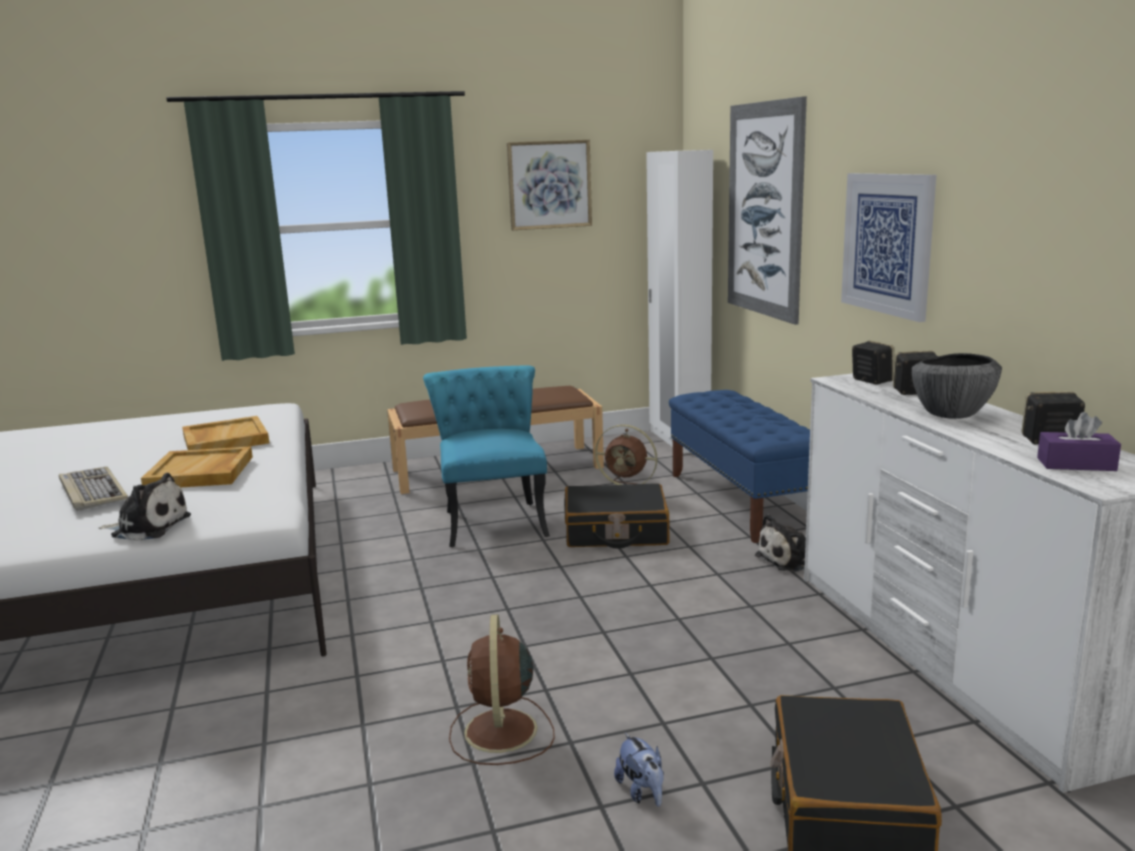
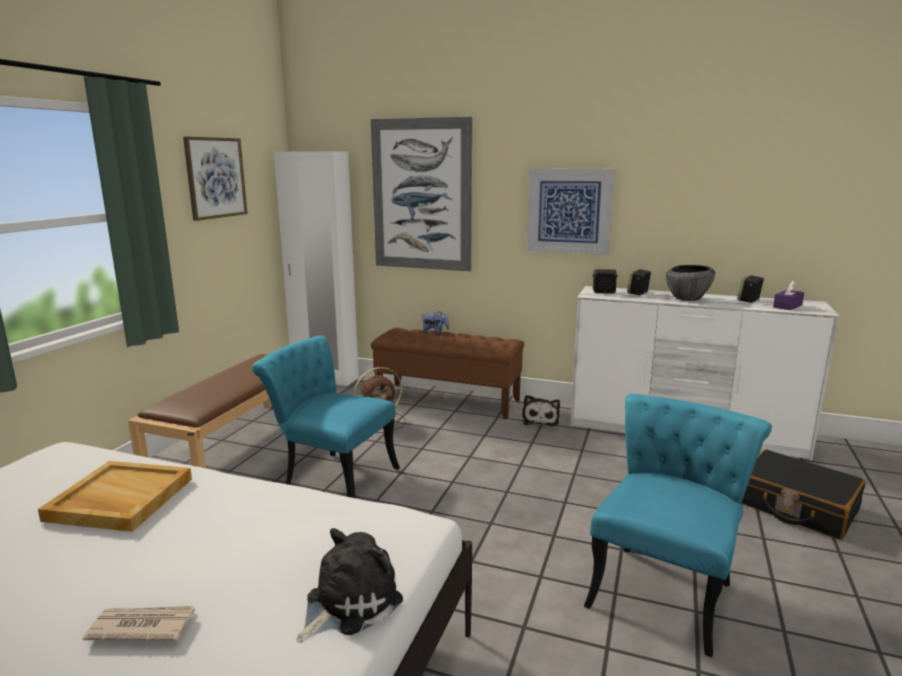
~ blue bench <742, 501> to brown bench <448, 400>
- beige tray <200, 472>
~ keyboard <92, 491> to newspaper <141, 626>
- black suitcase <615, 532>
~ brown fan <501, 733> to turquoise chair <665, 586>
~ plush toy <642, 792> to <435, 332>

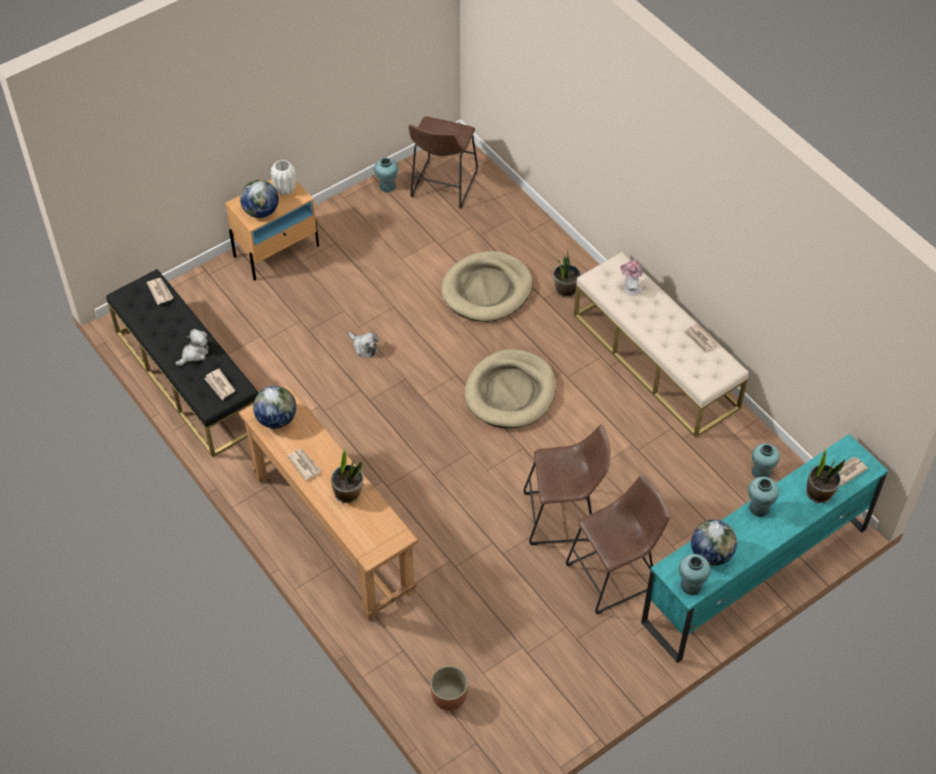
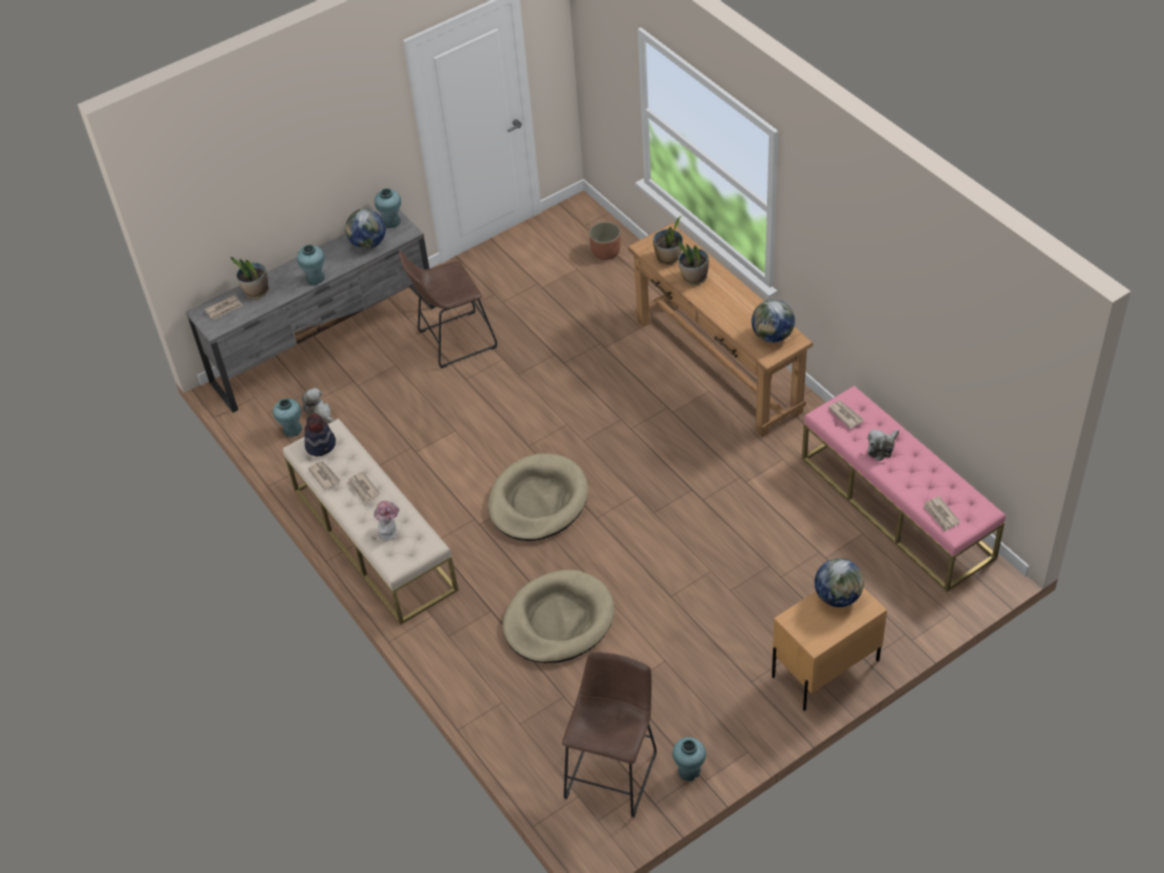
- white vase <285, 190>
~ potted plant <565, 289> to <668, 258>
~ black bench <188, 379> to pink bench <897, 507>
~ plush toy <364, 347> to <320, 413>
- brown stool <564, 517>
~ turquoise tv stand <754, 575> to grey tv stand <325, 344>
~ newspaper <304, 464> to <363, 489>
+ hat <321, 445>

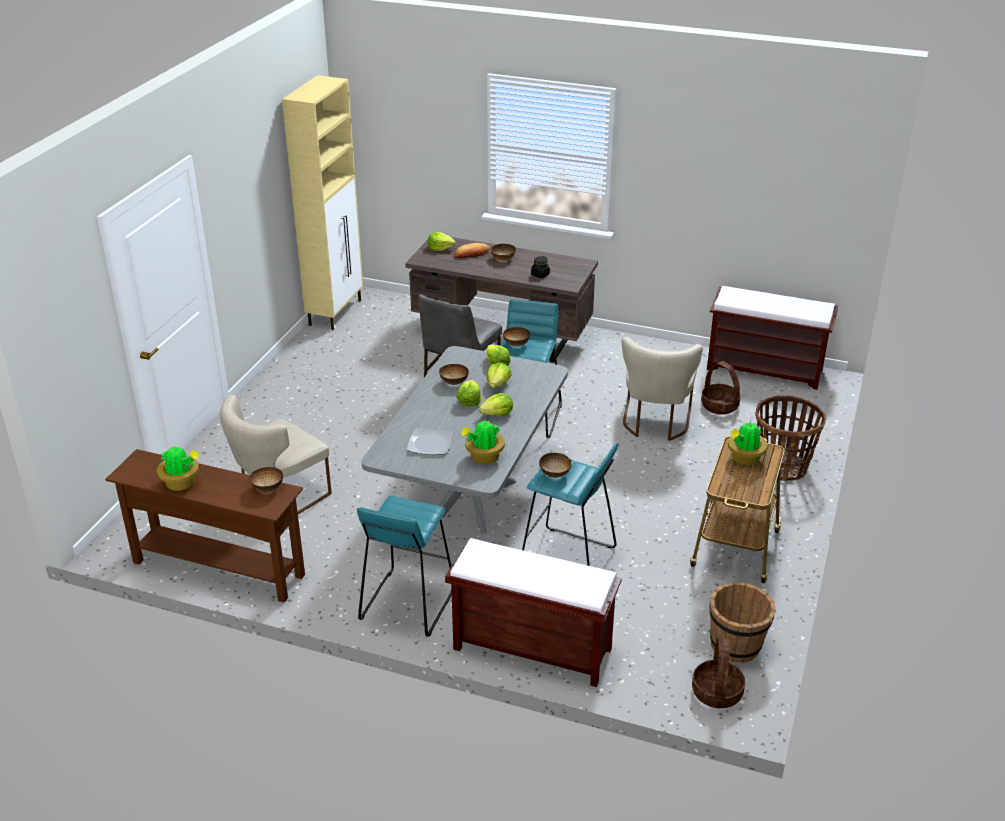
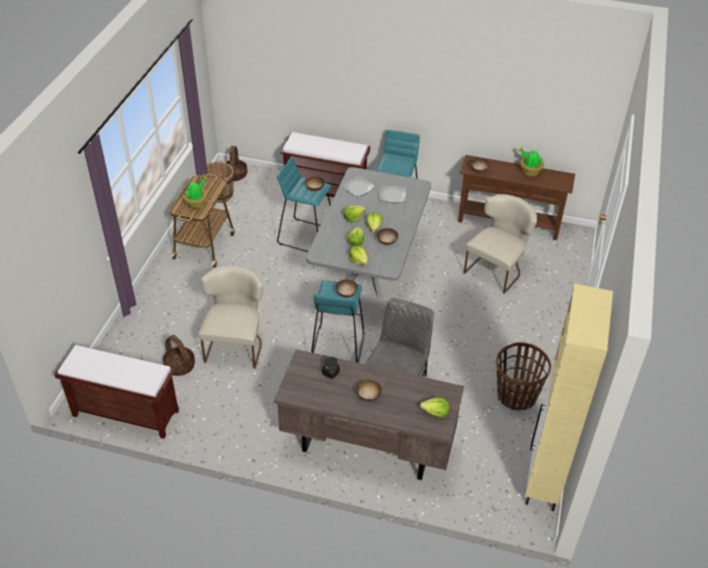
- bread <471, 254>
~ basket <781, 467> to <516, 396>
~ potted plant <483, 457> to plate <358, 187>

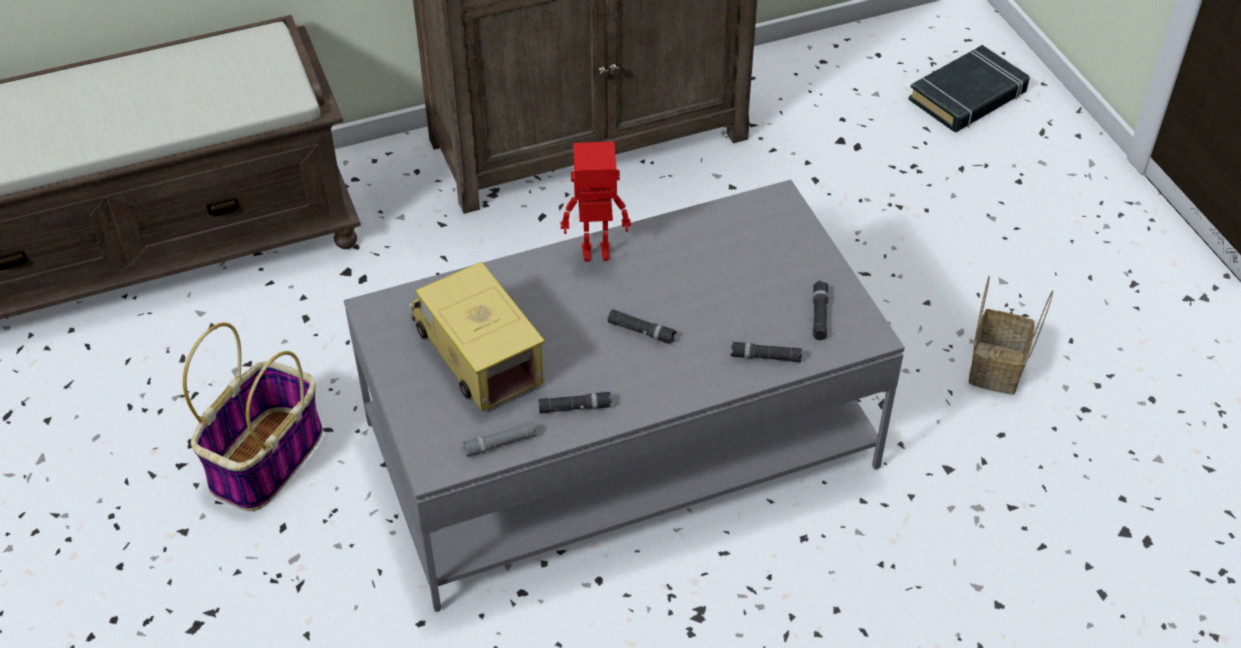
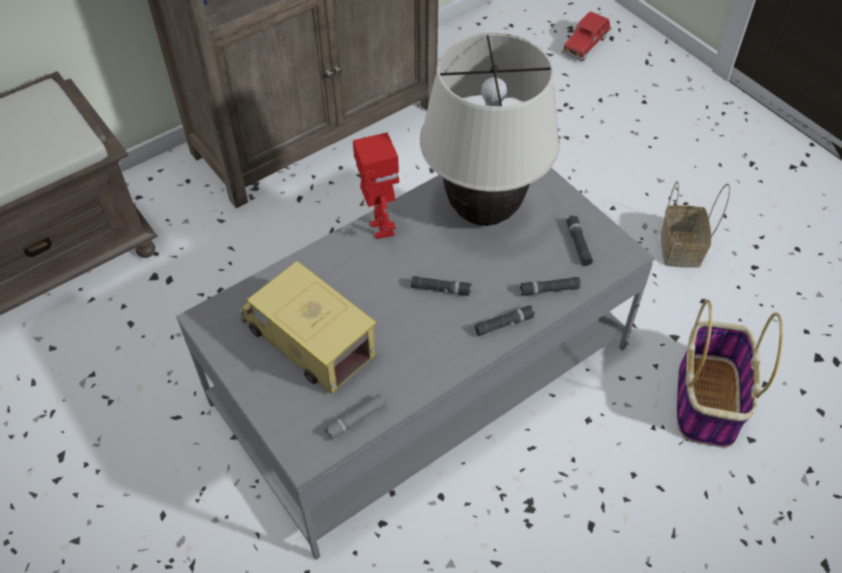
~ black book <968, 96> to red toy car <586, 45>
~ toy robot <596, 254> = <380, 229> 90 degrees clockwise
~ basket <266, 457> to <706, 399>
~ black flashlight <575, 407> to <504, 324>
+ beige table lamp <483, 212>

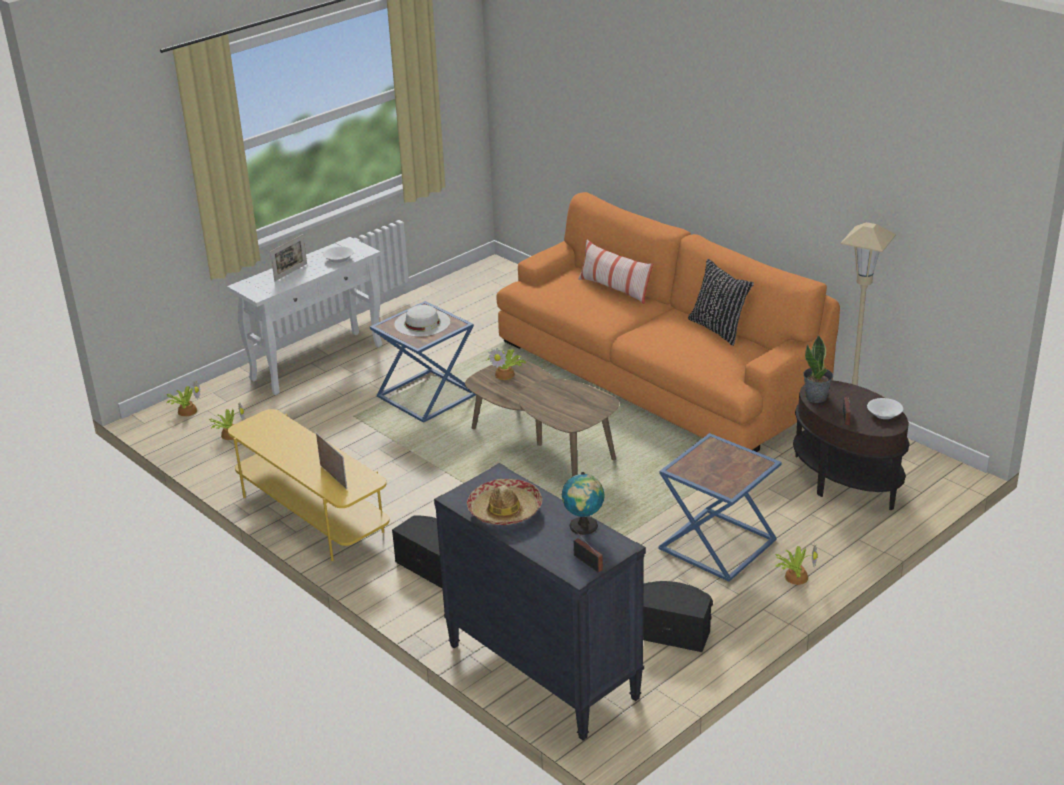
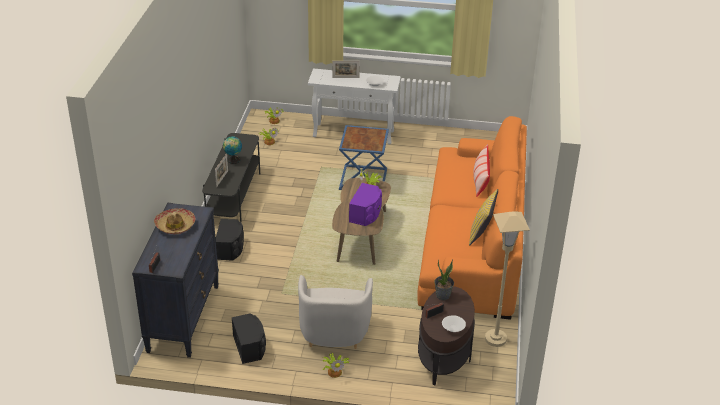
~ black pillow <718, 329> to yellow pillow <481, 233>
- white hat <422, 323>
~ yellow tv stand <312, 514> to grey tv stand <233, 195>
~ blue side table <717, 546> to white armchair <334, 333>
~ globe <583, 527> to <233, 160>
+ purple speaker <366, 214>

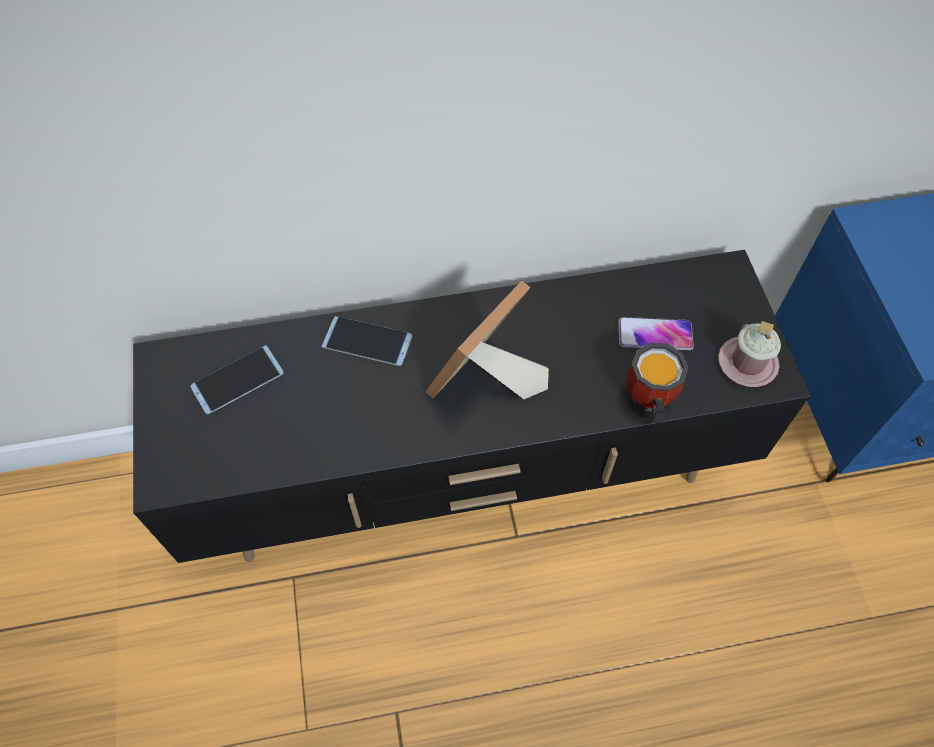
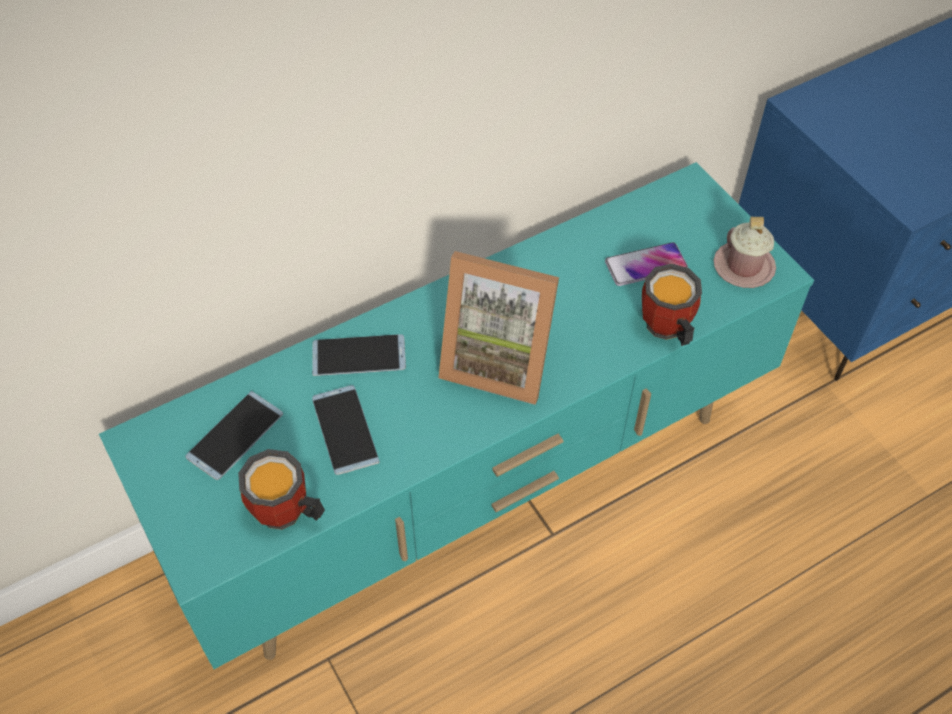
~ black tv stand <468, 475> to turquoise tv stand <476, 489>
~ picture frame <485, 382> = <498, 360> 90 degrees counterclockwise
+ phone <345, 430>
+ mug <286, 516>

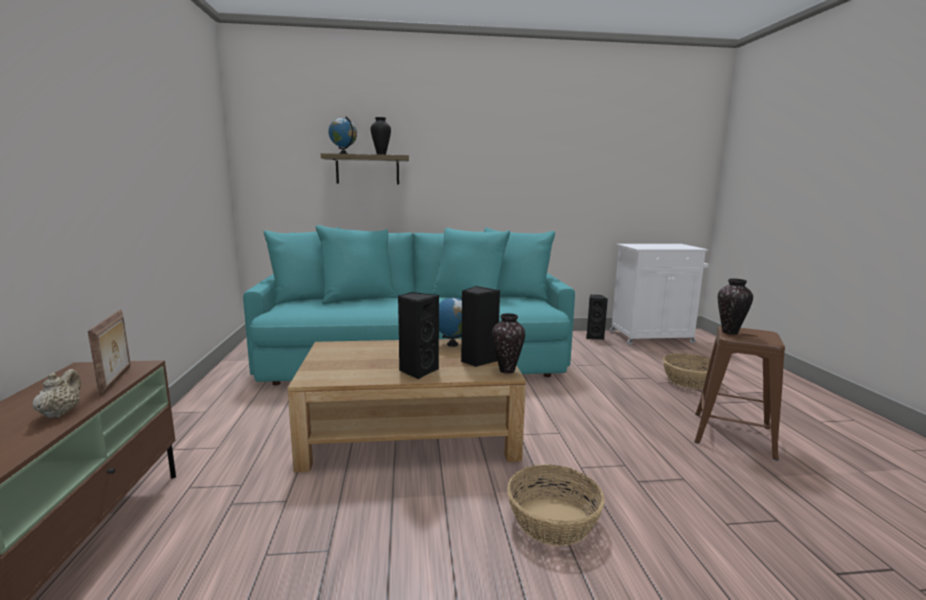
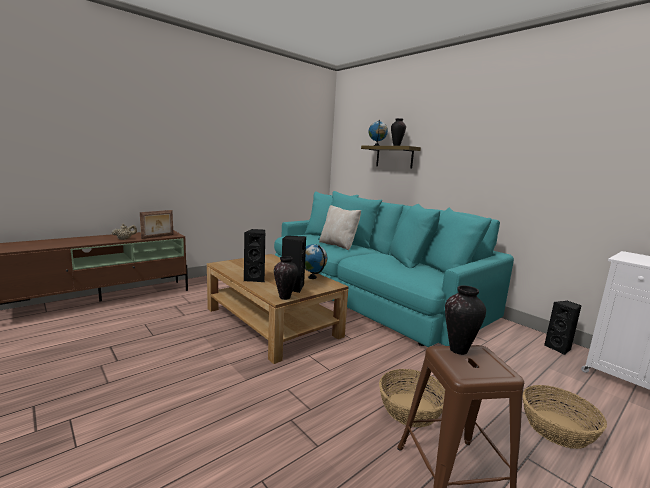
~ basket <552, 521> to <410, 409>
+ beige pillow <338, 245>

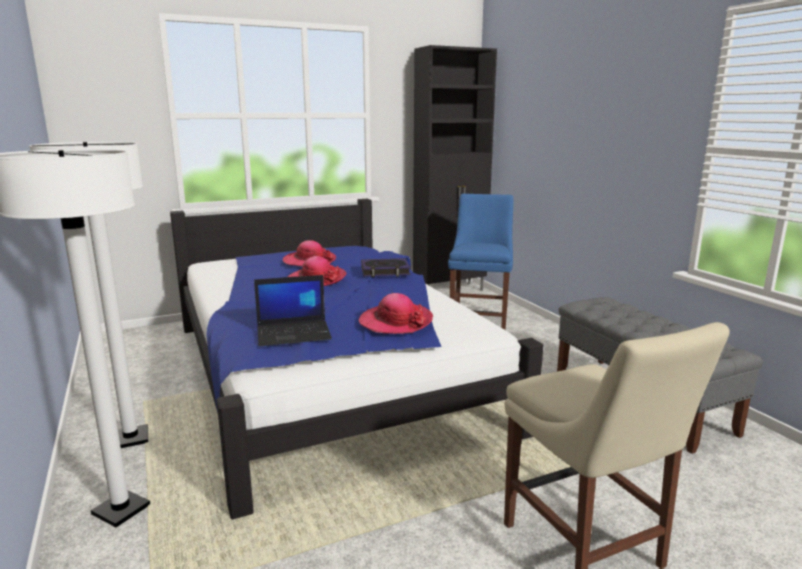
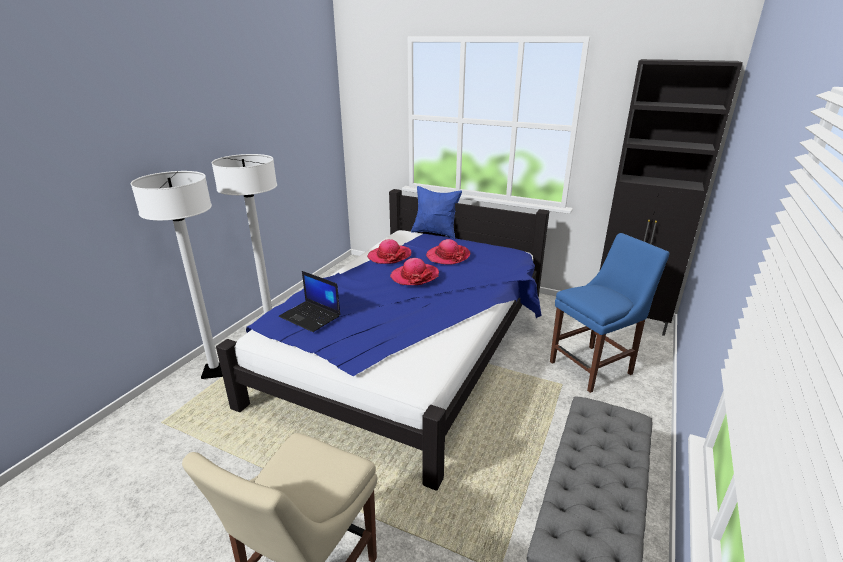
- book <385, 271>
~ hat <395, 322> to <389, 256>
+ blue pillow <435, 233>

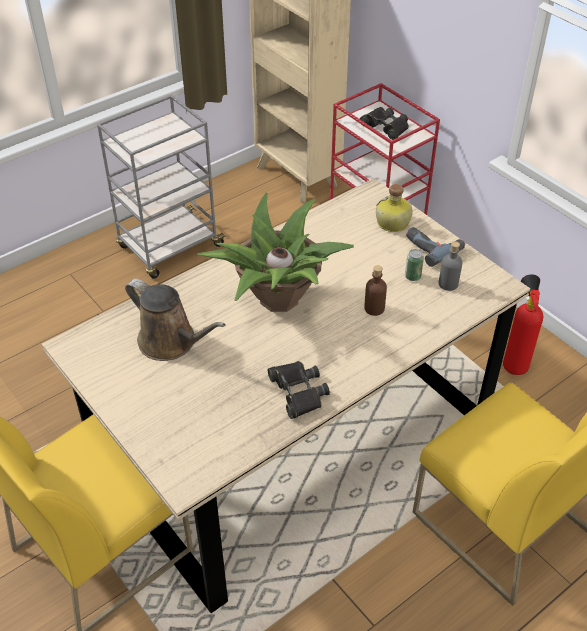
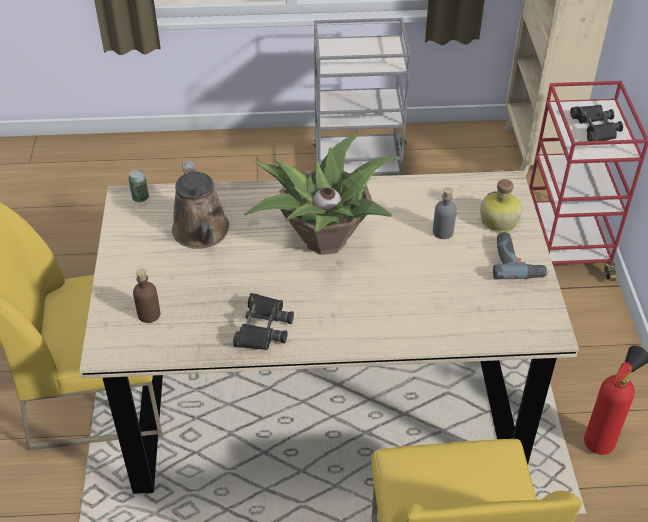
~ grey bottle <448, 284> to <443, 232>
~ can <412, 276> to <140, 198>
~ brown bottle <374, 308> to <149, 314>

